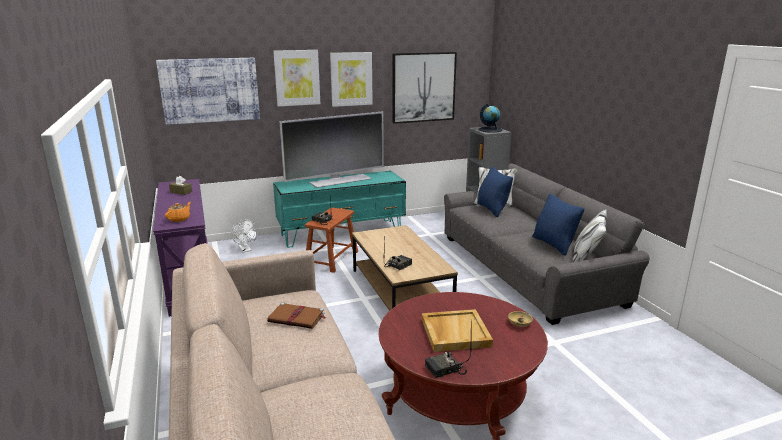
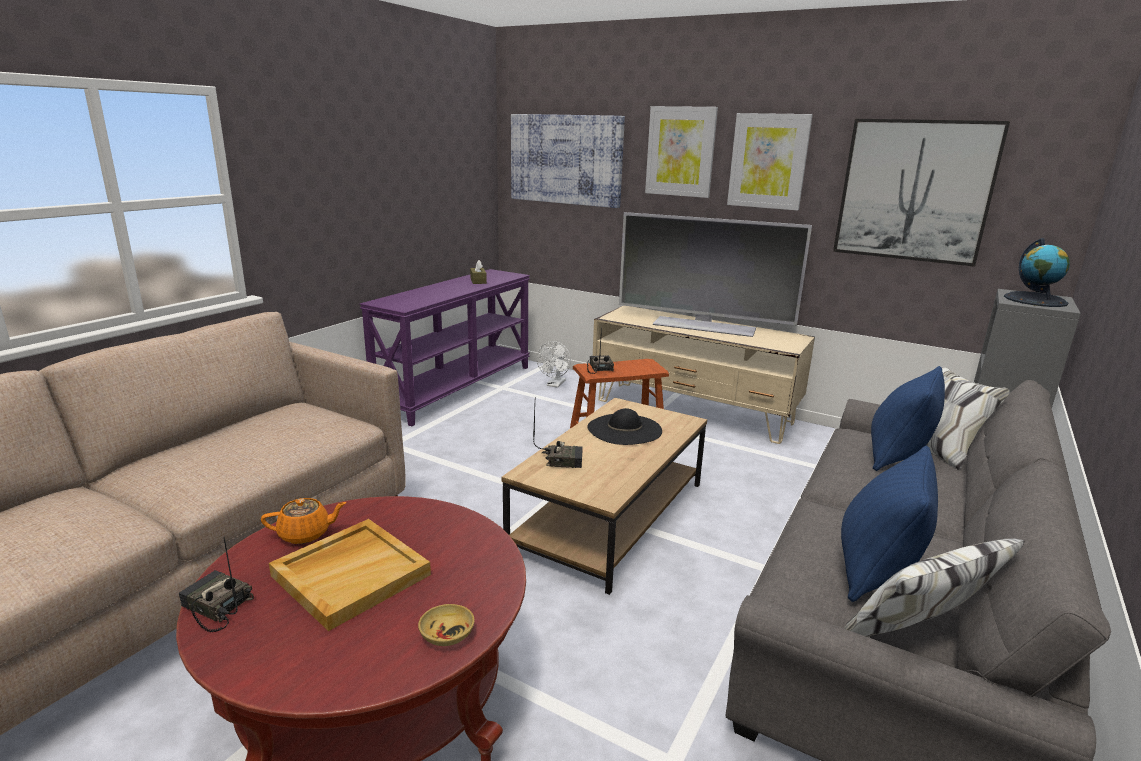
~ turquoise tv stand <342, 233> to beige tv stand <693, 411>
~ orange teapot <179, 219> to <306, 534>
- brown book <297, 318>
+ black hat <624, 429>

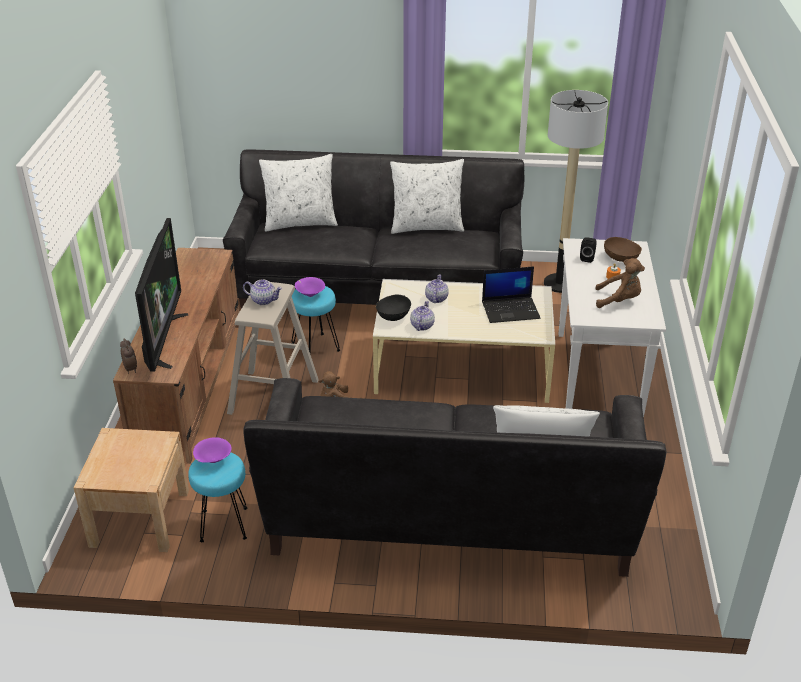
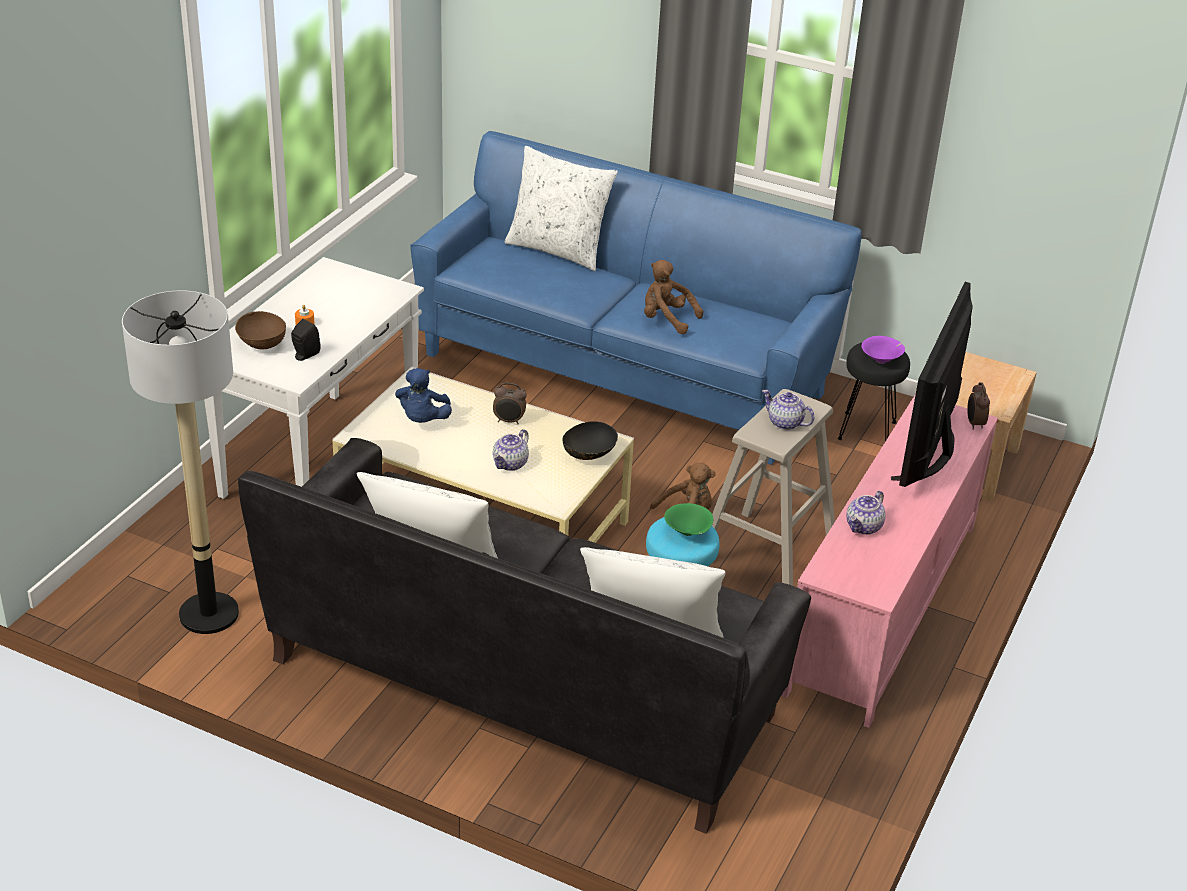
~ brown tv stand <190, 385> to pink tv stand <883, 606>
~ brown plush toy <619, 300> to <666, 319>
~ laptop <511, 310> to blue plush toy <423, 420>
~ purple bowl <309, 294> to green bowl <688, 533>
~ teapot <422, 325> to <864, 527>
~ black sofa <450, 519> to blue sofa <623, 374>
~ turquoise stool <224, 525> to black stool <867, 430>
+ alarm clock <509, 421>

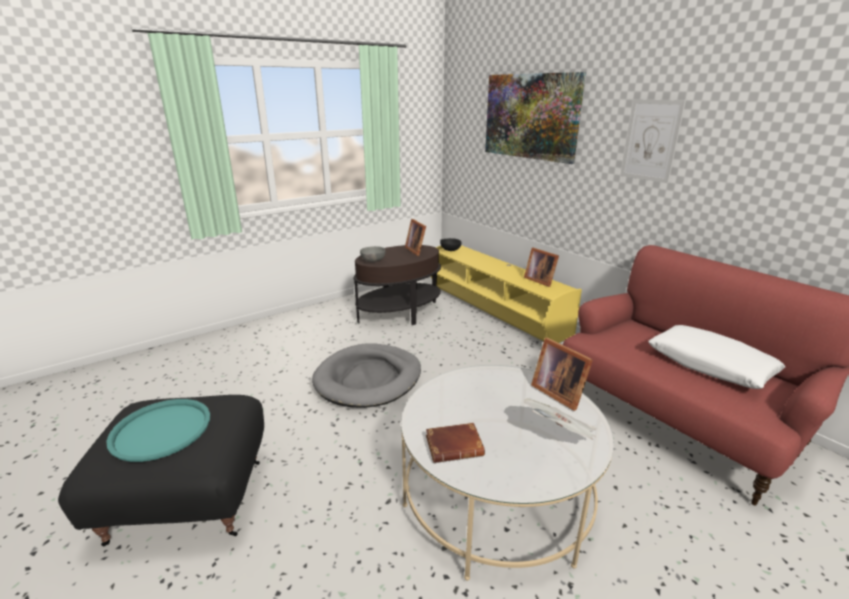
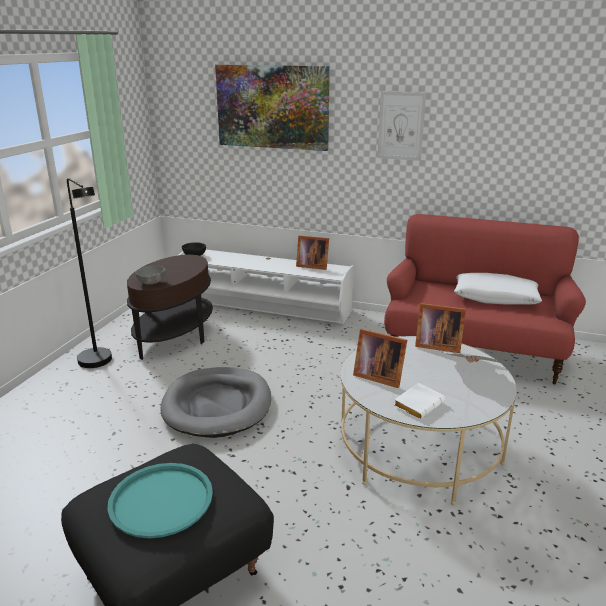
~ picture frame <417, 250> to <377, 376>
~ yellow tv stand <493, 310> to white tv stand <263, 307>
~ brown book <455, 446> to white book <418, 404>
+ black floor lamp <99, 363>

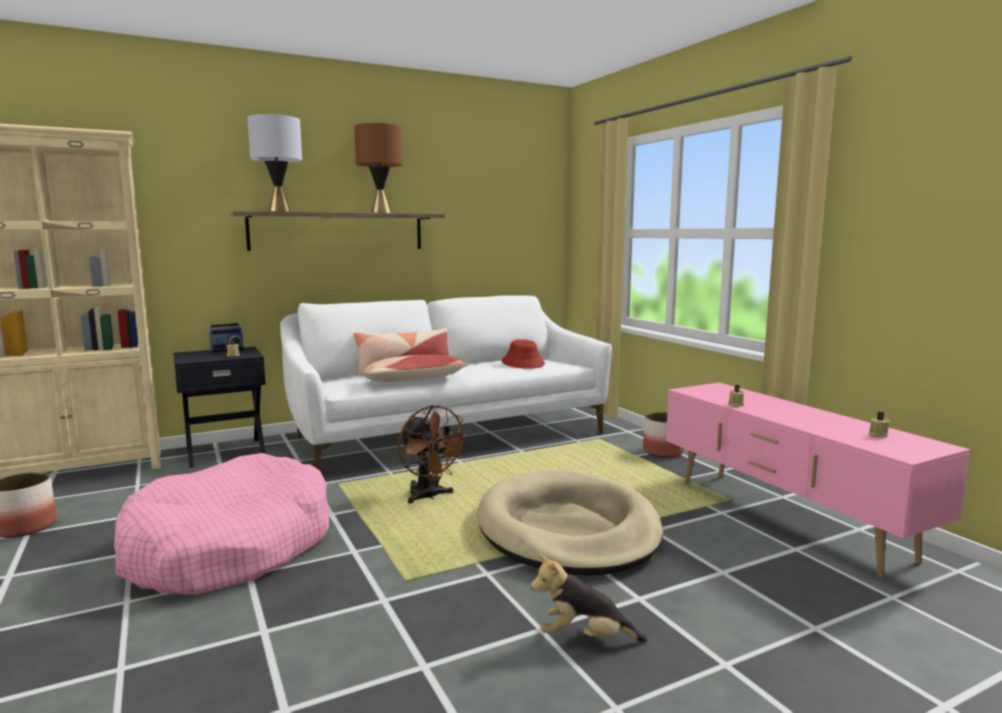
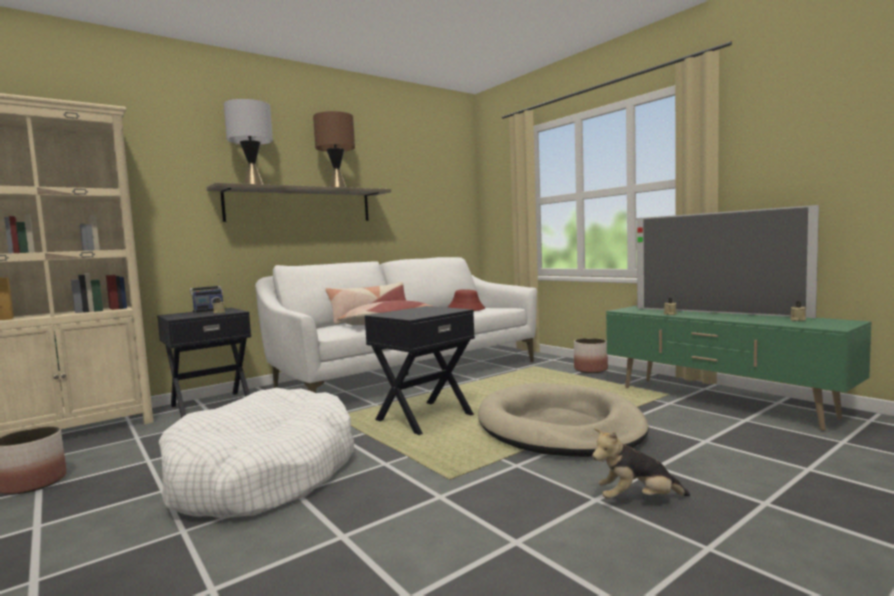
~ pink tv stand <786, 519> to green tv stand <720, 402>
~ brown fan <429, 497> to black side table <423, 417>
~ pink dog bed <230, 547> to white dog bed <263, 474>
+ television <716, 312>

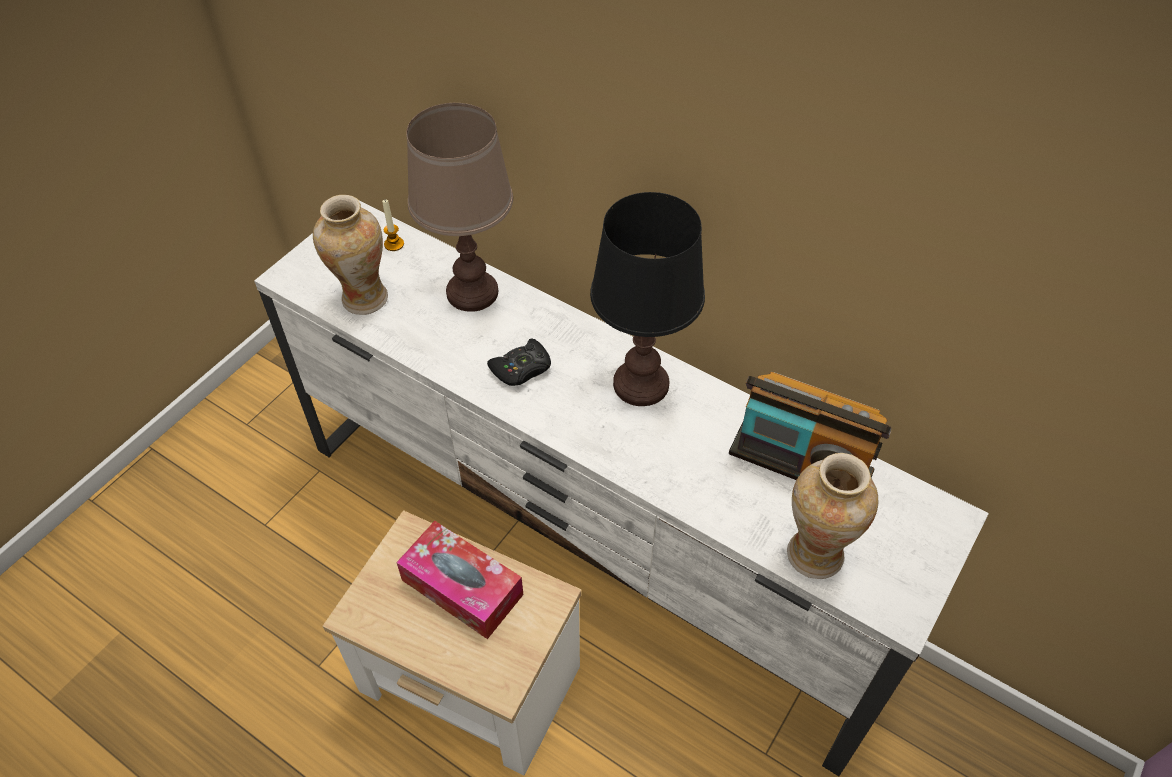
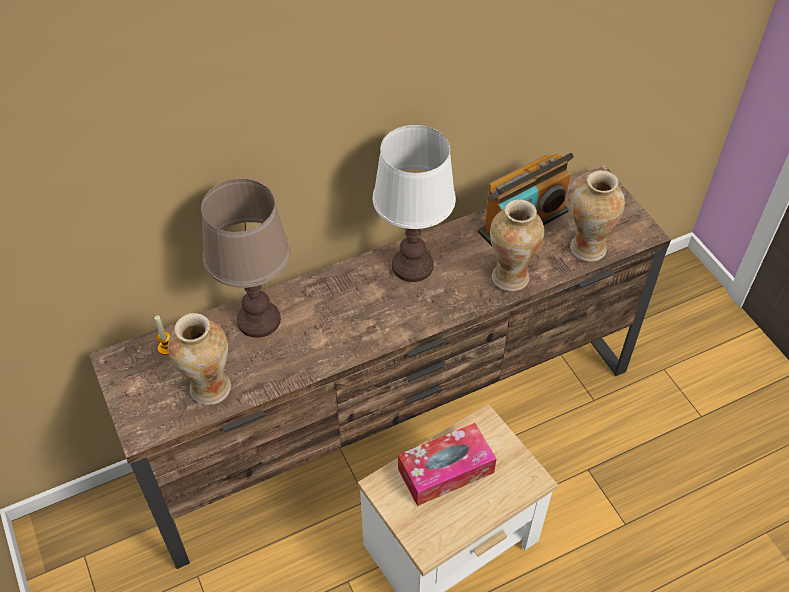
~ black table lamp <640, 384> to white table lamp <412, 266>
~ white tv stand <588, 549> to brown tv stand <396, 422>
- black game controller <521, 368>
+ vase <510, 276>

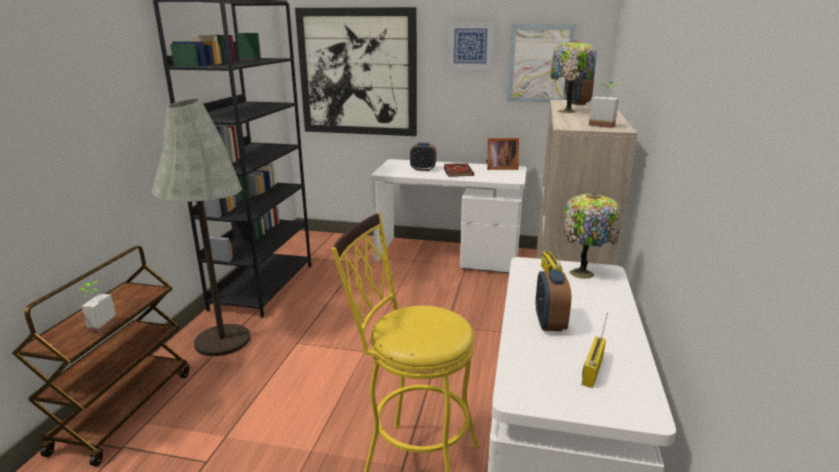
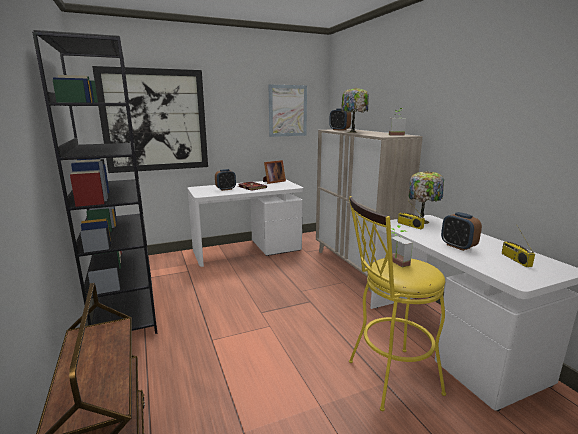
- picture <470, 45>
- grey floor lamp <222, 340>
~ potted plant <98, 326> to <395, 263>

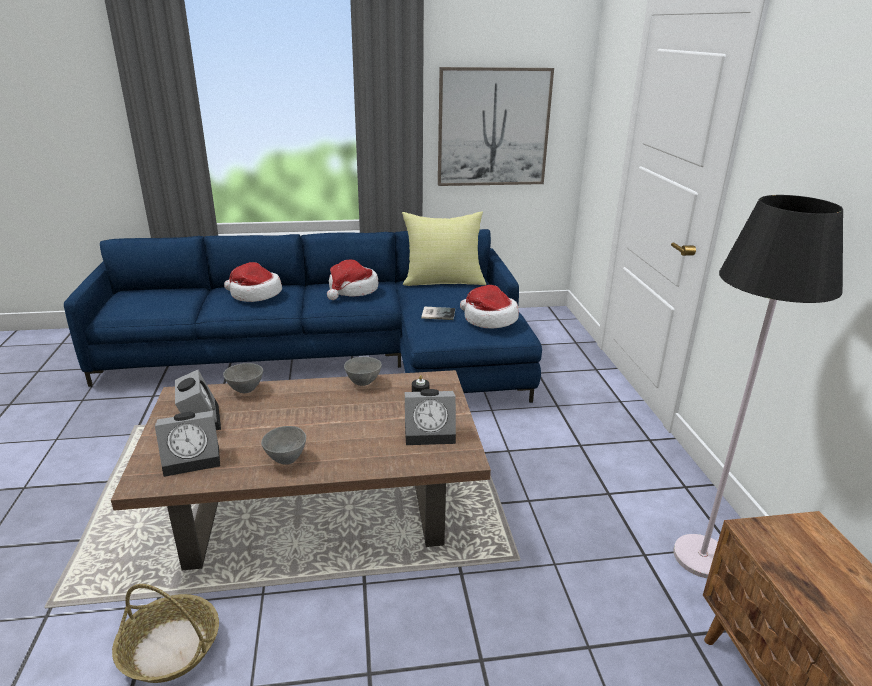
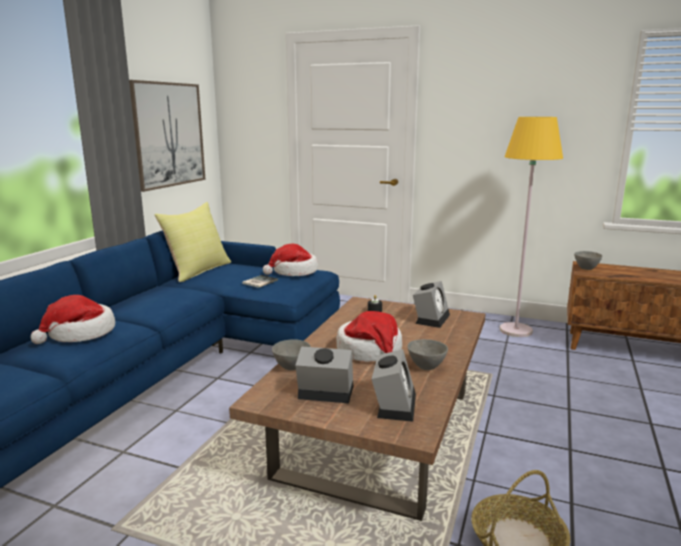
~ black floor lamp <701, 557> to yellow floor lamp <516, 330>
~ hat <352, 290> to <370, 351>
~ grey bowl <363, 382> to <586, 268>

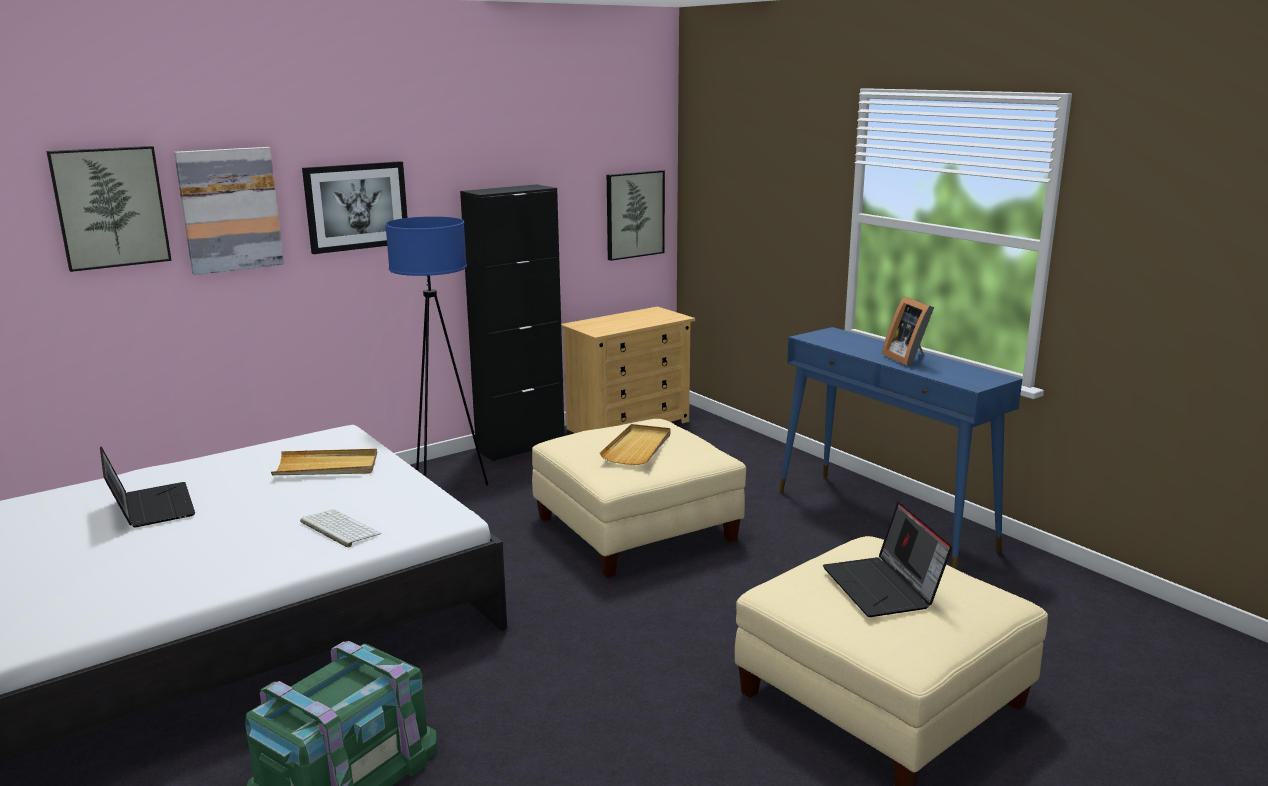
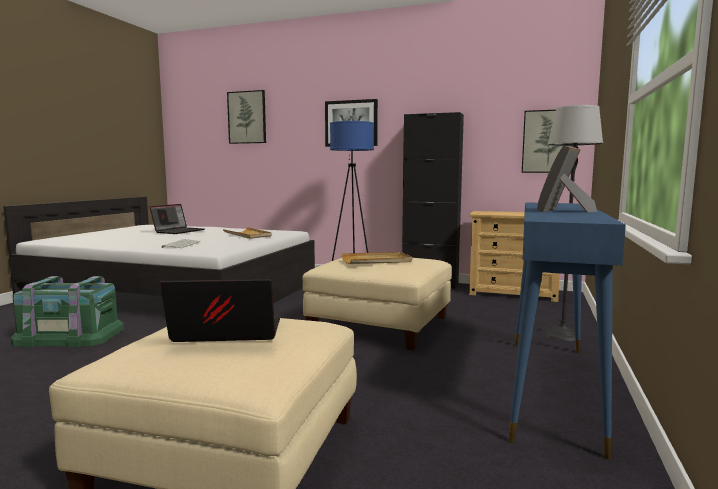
- picture <230, 210>
~ laptop <883, 588> = <224, 335> 45 degrees clockwise
+ floor lamp <562, 335>

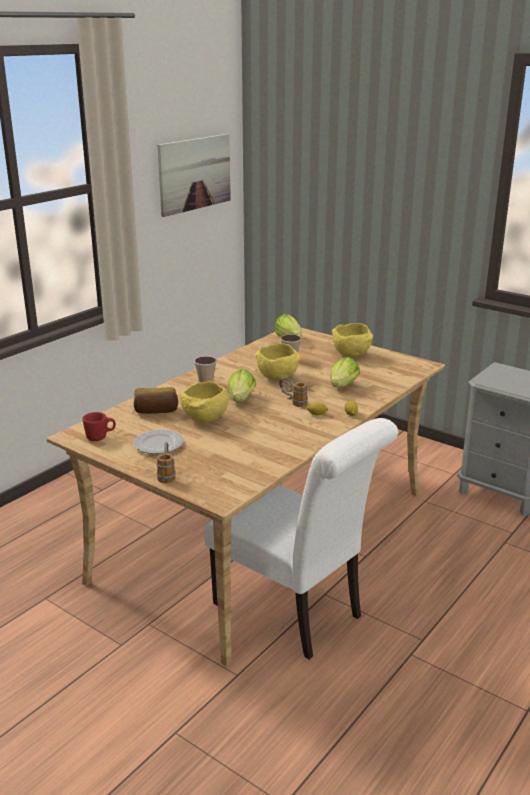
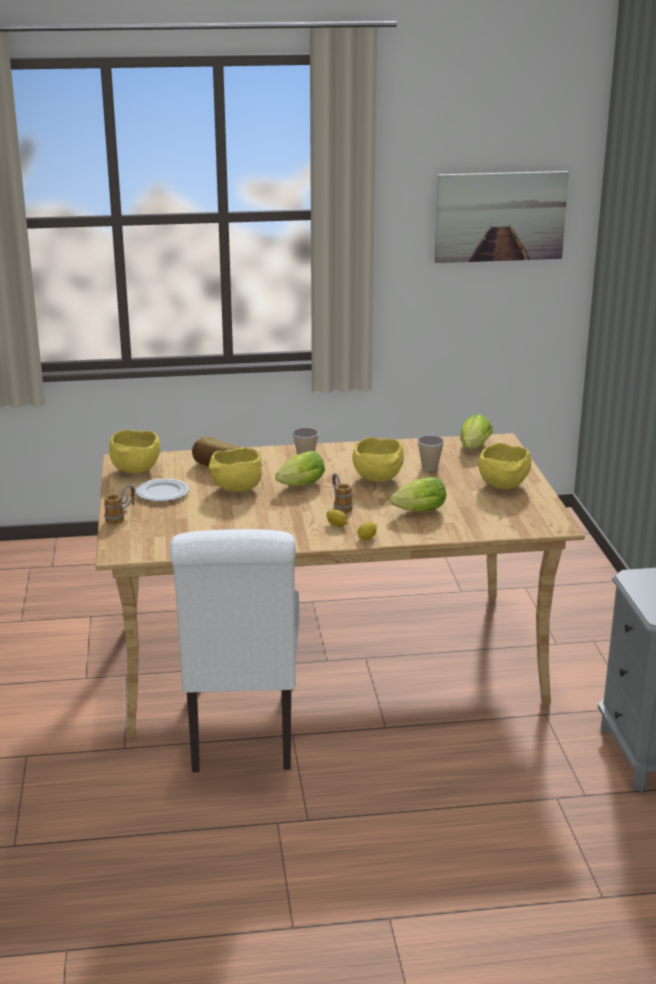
~ red mug <100, 437> to yellow bowl <136, 470>

